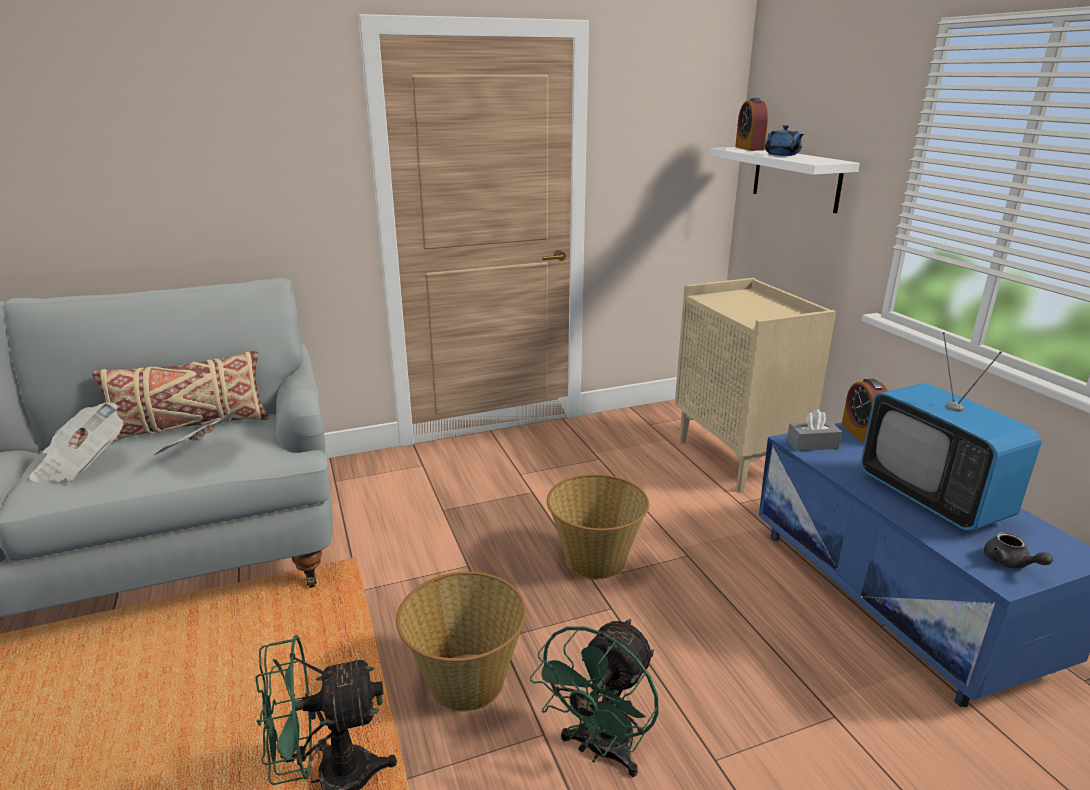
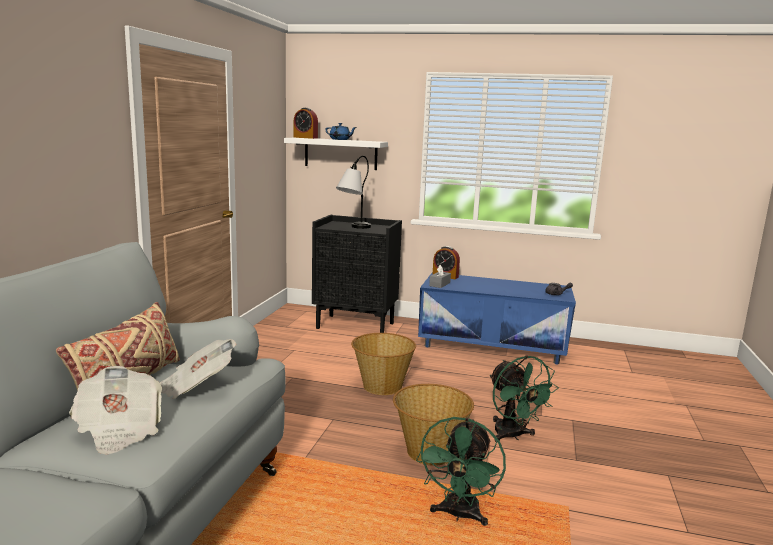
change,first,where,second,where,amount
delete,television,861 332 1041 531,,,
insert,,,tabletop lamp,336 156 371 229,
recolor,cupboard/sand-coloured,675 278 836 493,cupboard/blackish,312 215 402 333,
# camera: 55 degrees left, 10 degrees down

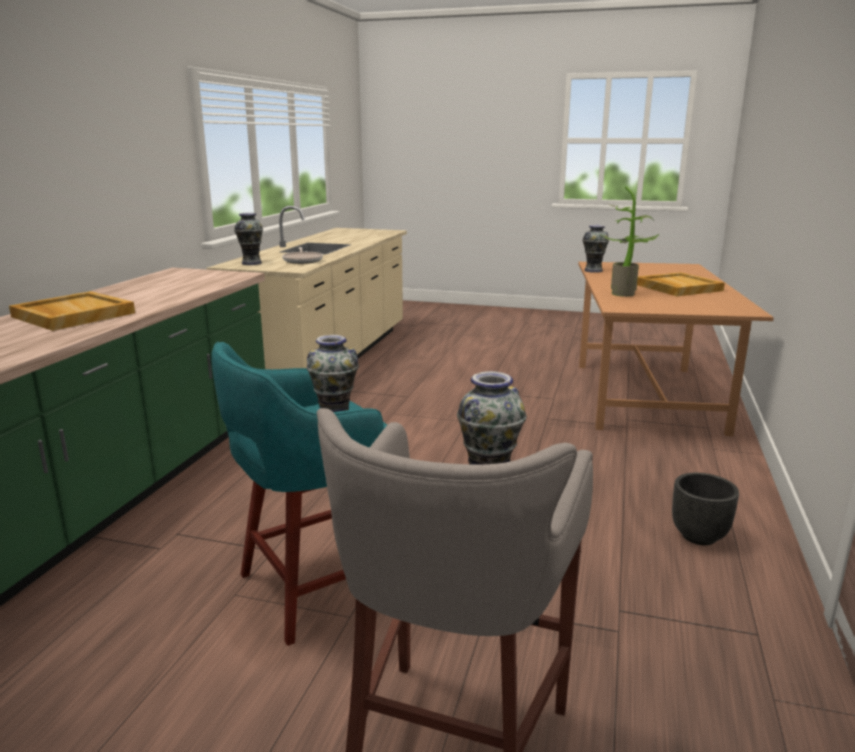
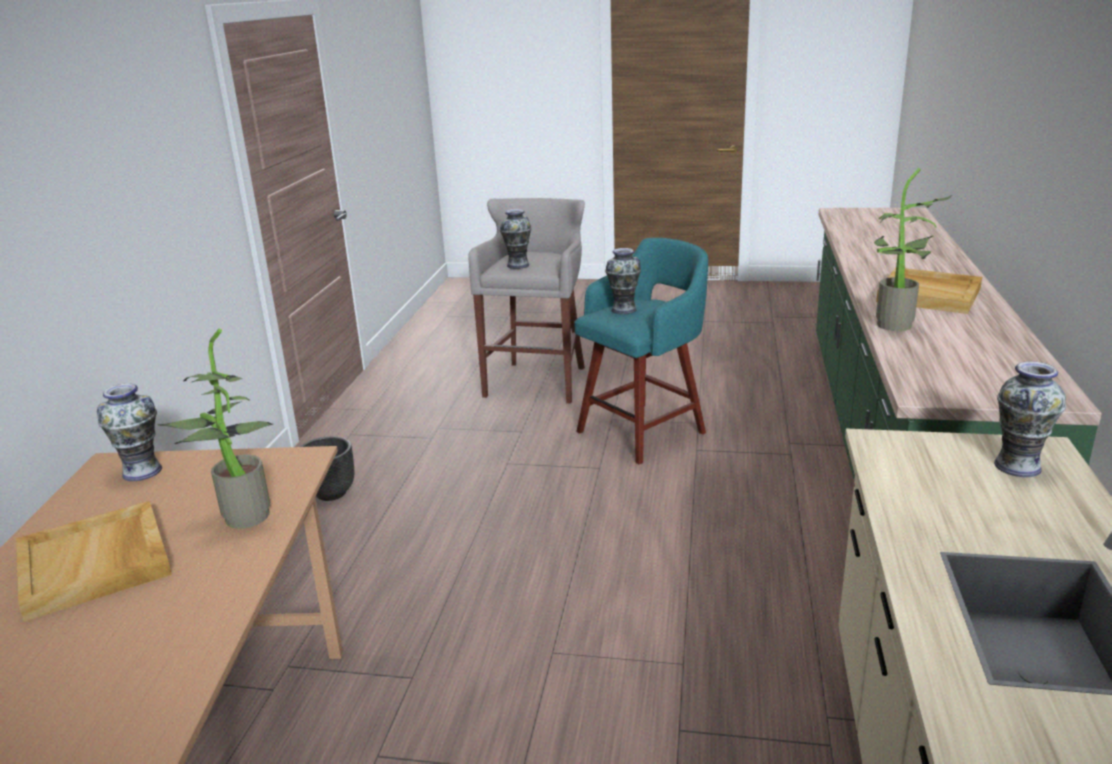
change,first,where,second,where,amount
delete,frying pan,282 247 323 264,,,
insert,,,potted plant,874 168 952 331,
move,decorative vase,582 225 609 273,,97 383 162 481,
# camera: 175 degrees right, 5 degrees up

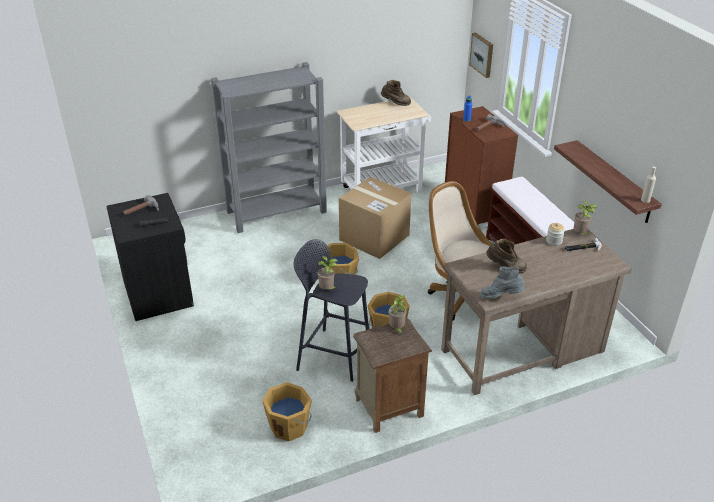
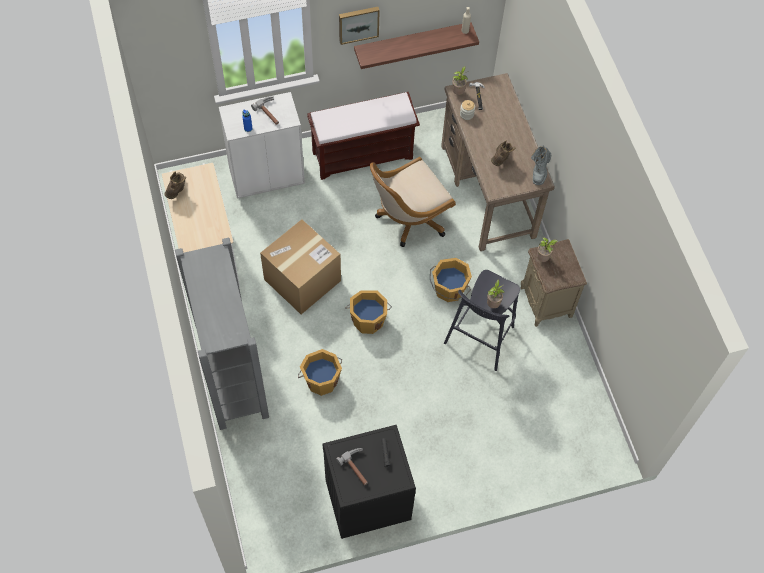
change,first,where,second,where,amount
move,water bucket/orangey,262 382 312 441,,298 349 342 396,
move,picture,469 33 493 78,,339 7 380 45,
recolor,cupboard/brown-coloured,445 106 518 225,cupboard/whitish,219 92 305 199,
# camera: 85 degrees left, 25 degrees up

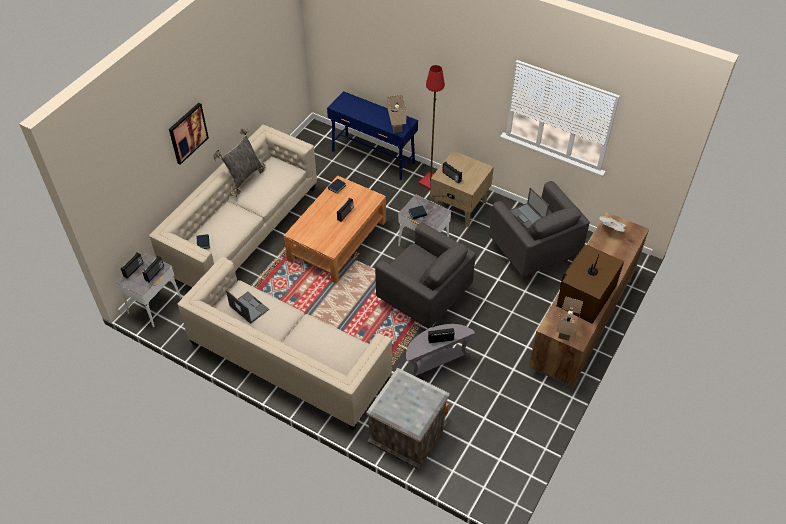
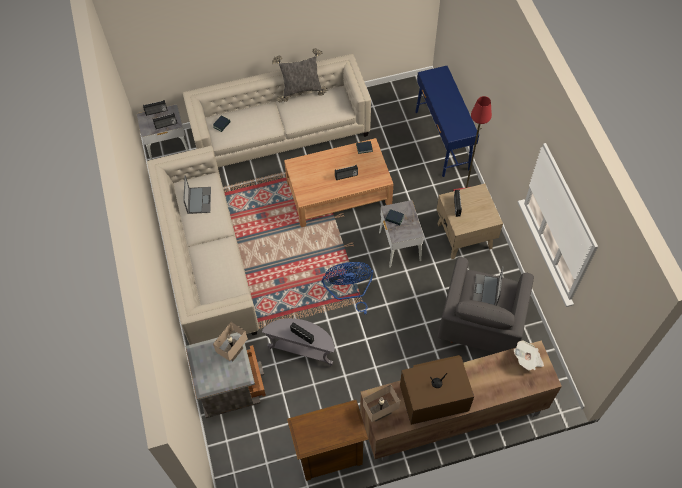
change,first,where,second,where,amount
delete,picture,169 103 209 165,,,
insert,,,cupboard/brown-coloured,287 400 369 481,
move,tabletop lamp/sand-coloured,388 95 406 133,,213 322 248 361,
replace,easy chair/greyish,375 222 476 329,cooling fan/blue-coloured,322 262 373 314,
# camera: 45 degrees right, 10 degrees up

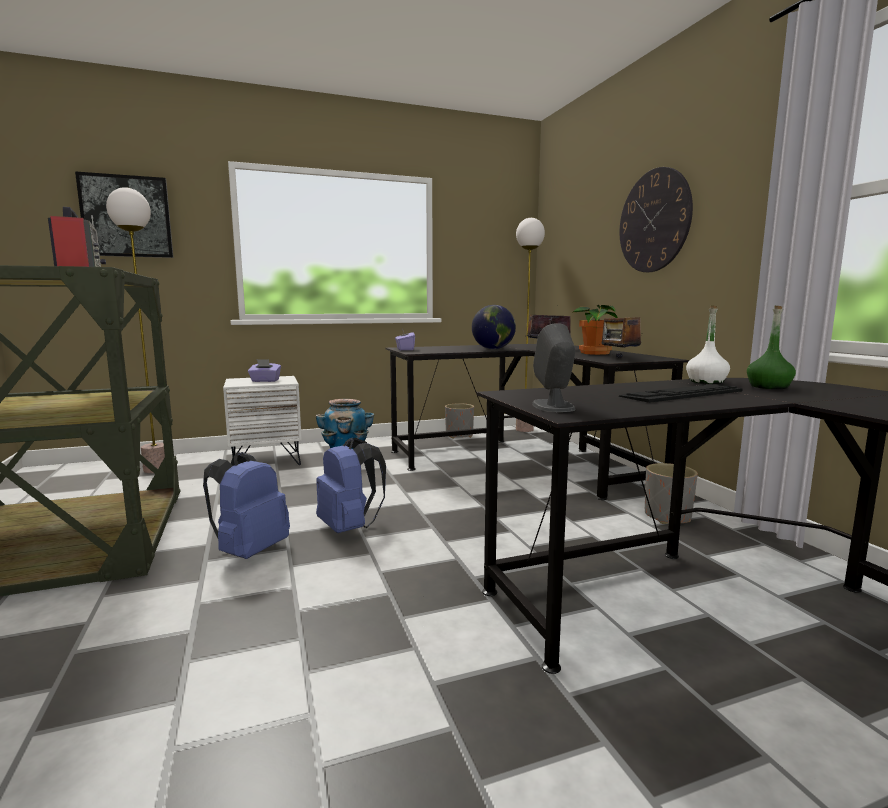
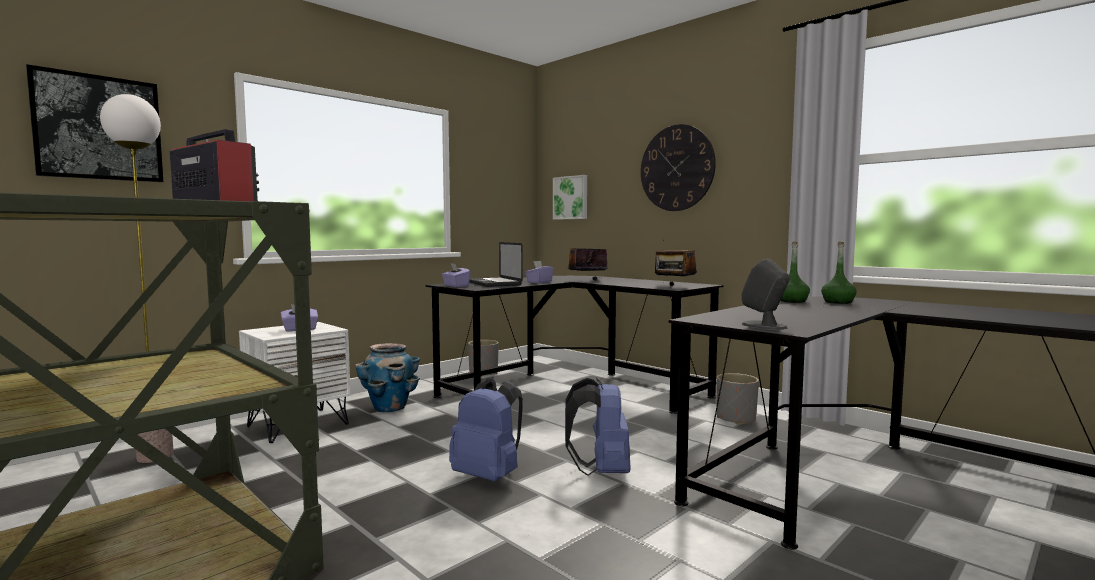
change,first,where,second,where,amount
delete,standing lamp,516 218 545 432,,,
delete,potted plant,571 305 618 355,,,
delete,PC keyboard,619 384 743 403,,,
insert,,,portable computer,469 242 523 287,
insert,,,picture,553 175 587 220,
move,rucksack/blue-coloured,203 452 290 559,,565 378 630 476,
replace,desk globe,472 305 516 349,box of tissues/purple-coloured,525 261 554 283,
recolor,drink bottle/whitish,686 305 730 384,drink bottle/greenish,780 242 810 303,
# camera: 25 degrees left, 5 degrees down

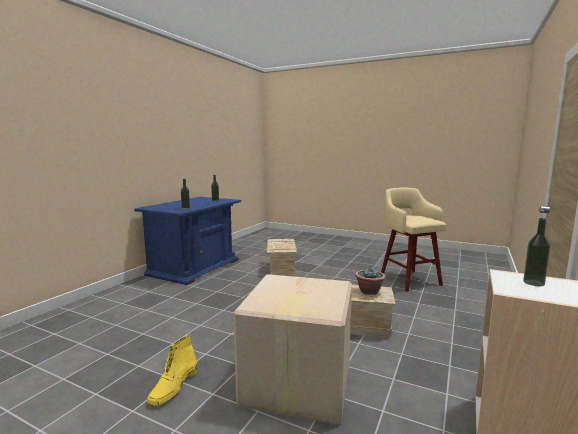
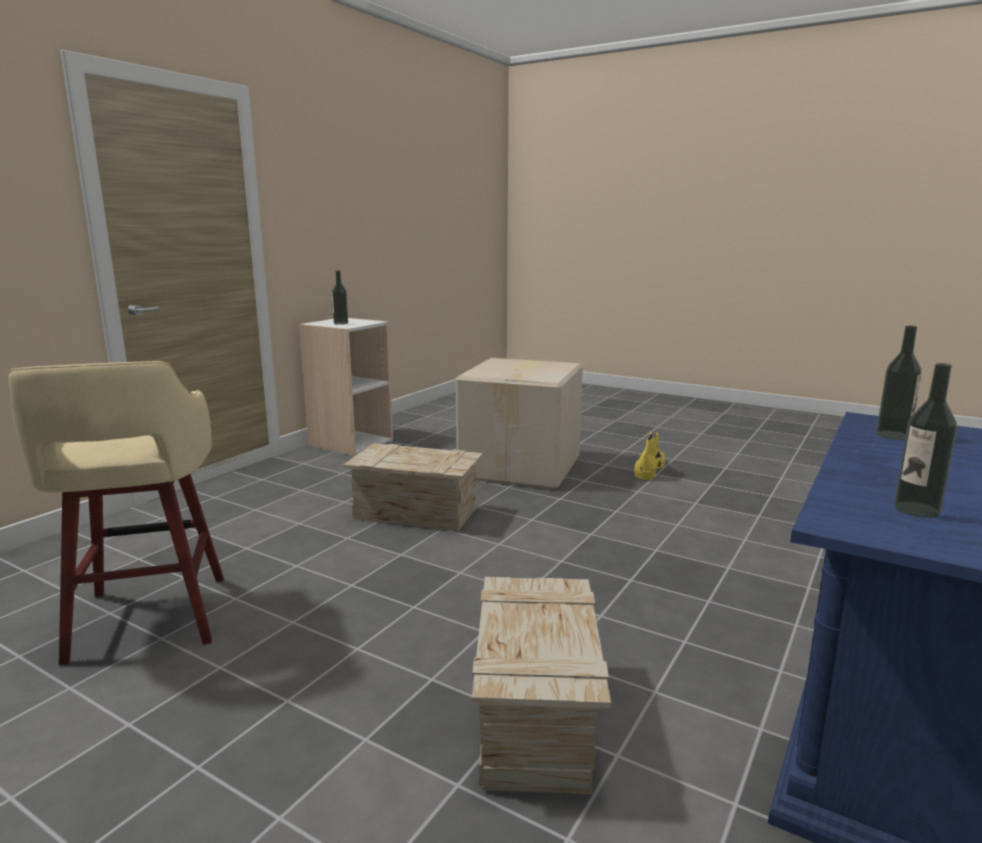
change,first,where,second,where,amount
delete,potted plant,355 268 386 295,,,
# camera: 175 degrees left, 5 degrees up

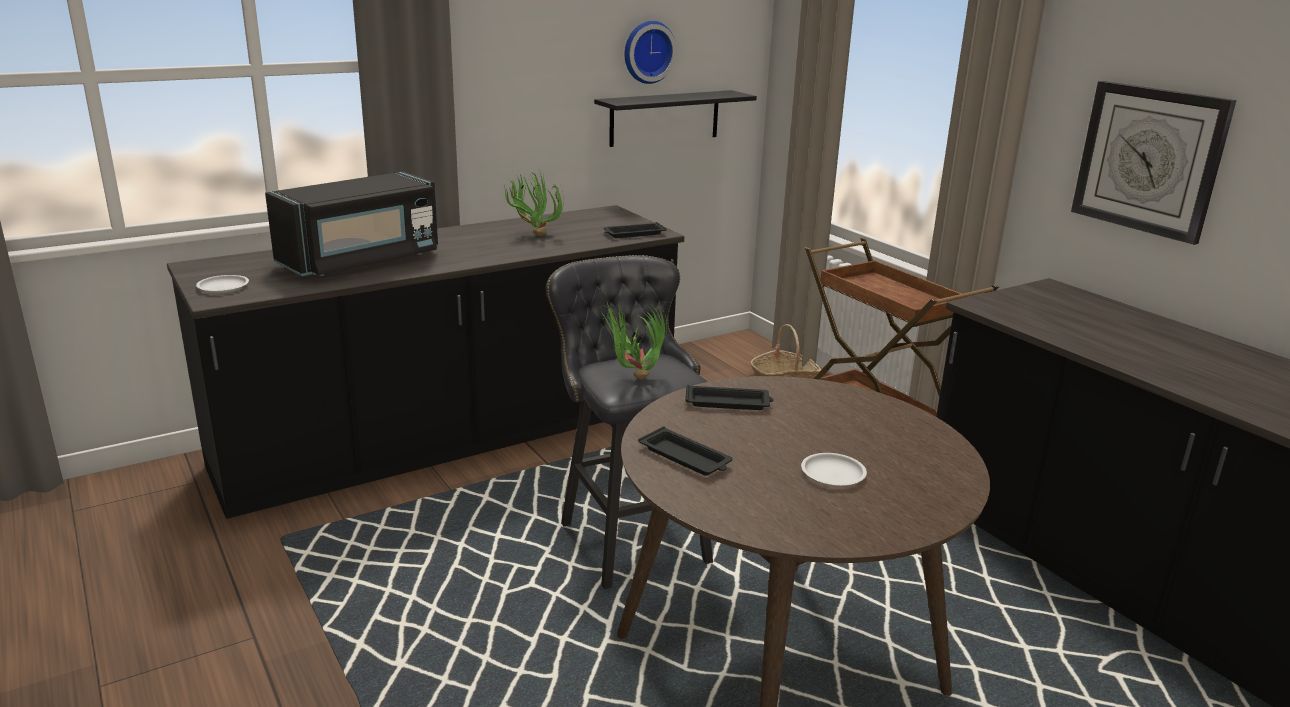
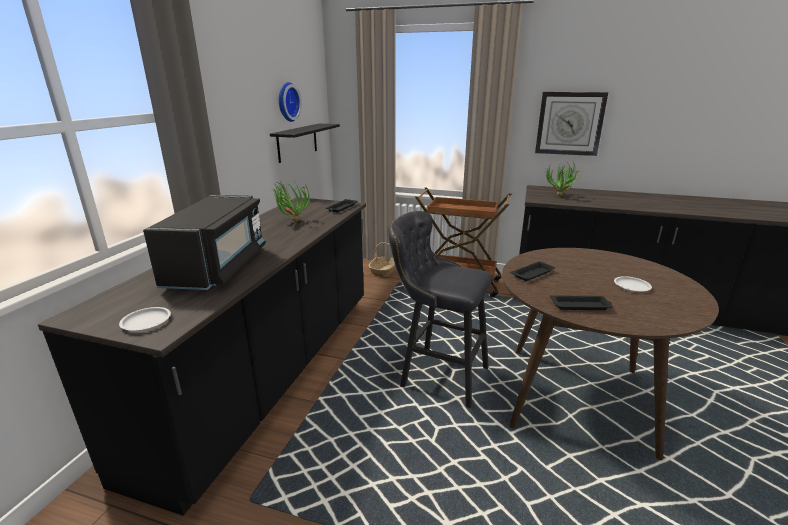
change,first,where,second,where,amount
move,potted plant,602 302 667 380,,545 162 579 196,
# camera: 40 degrees left, 0 degrees up

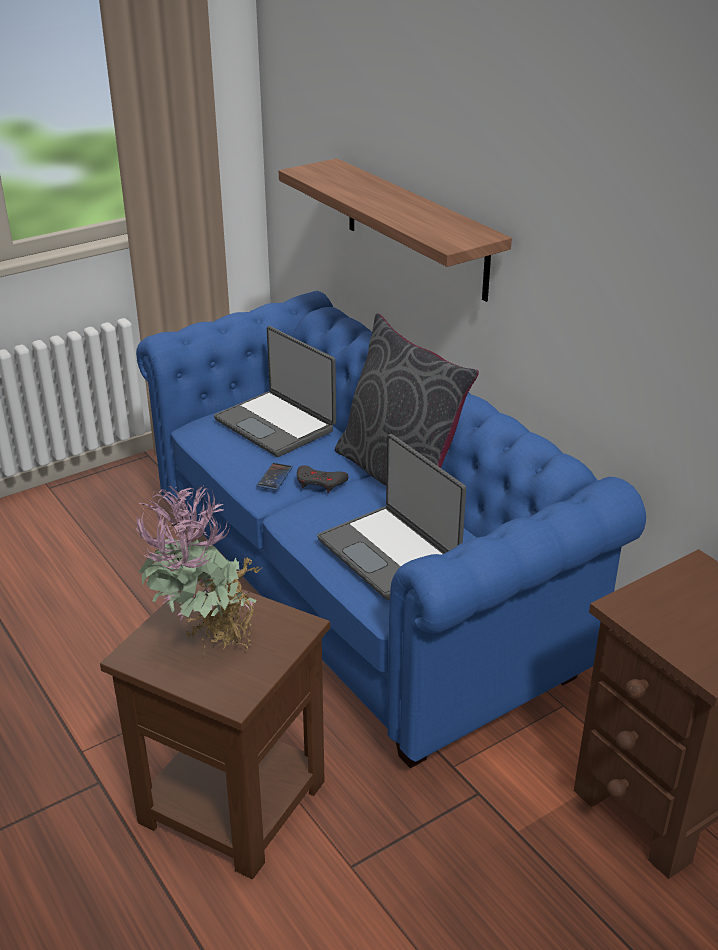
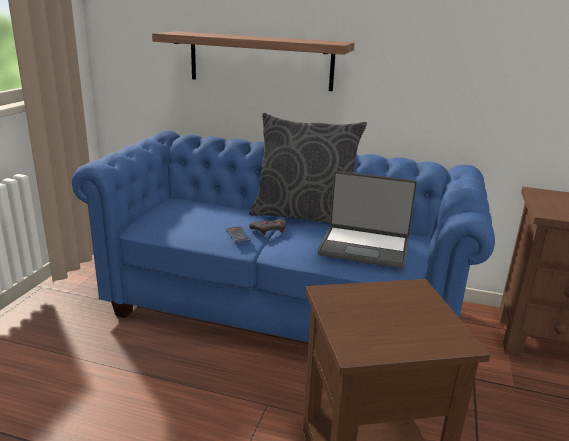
change,first,where,second,where,amount
delete,potted plant,135 485 264 653,,,
delete,portable computer,214 326 336 457,,,
# camera: 40 degrees left, 10 degrees down

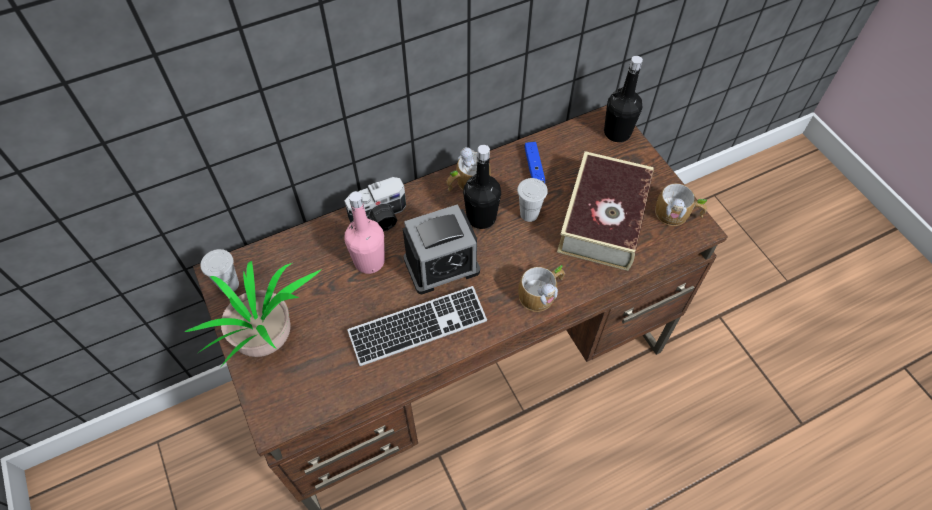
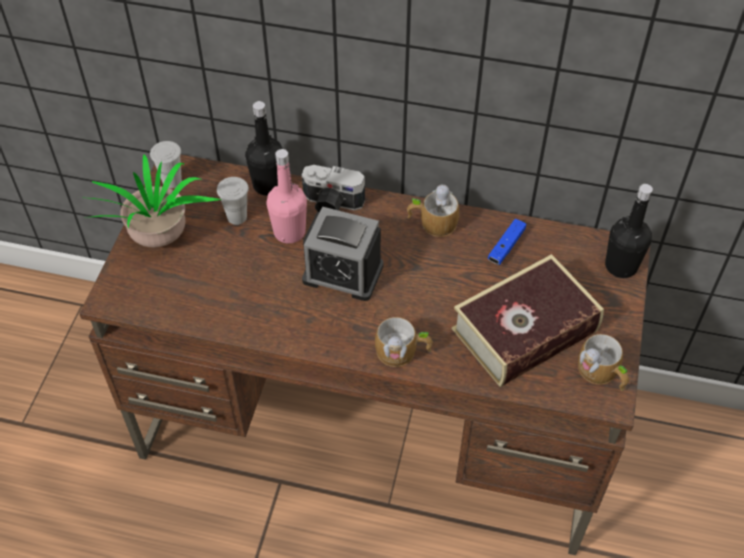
change,first,where,second,where,amount
delete,PC keyboard,347 286 487 366,,,
move,drink bottle/blackish,463 145 501 229,,245 101 283 196,
move,small cup/whitish,517 178 548 222,,217 177 249 225,
# camera: 40 degrees right, 5 degrees down

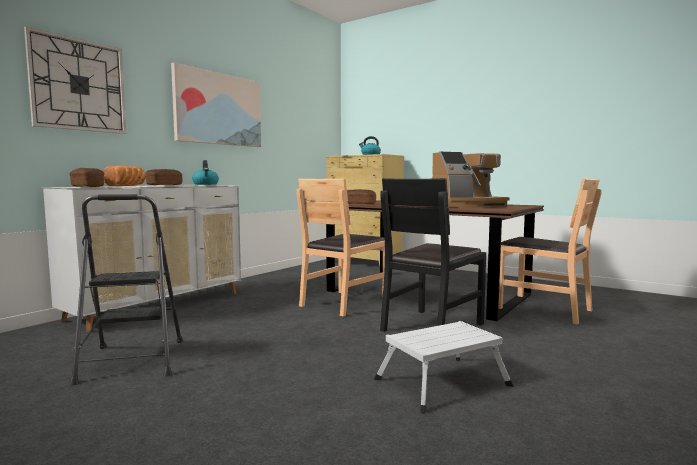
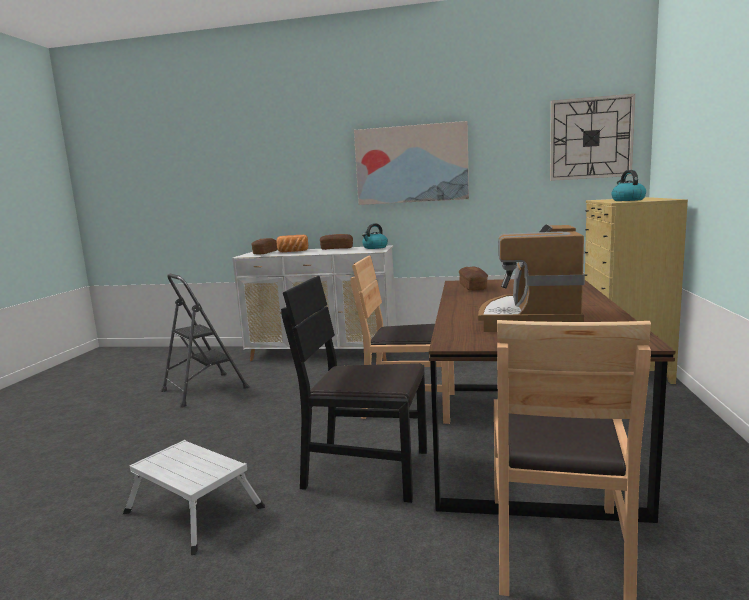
change,first,where,second,where,amount
move,clock on the wall,24 26 126 134,,550 94 635 181,
rotate,coffee brewer,432 152 510 208,,478 224 585 332,60 degrees clockwise
# camera: 65 degrees right, 5 degrees up

